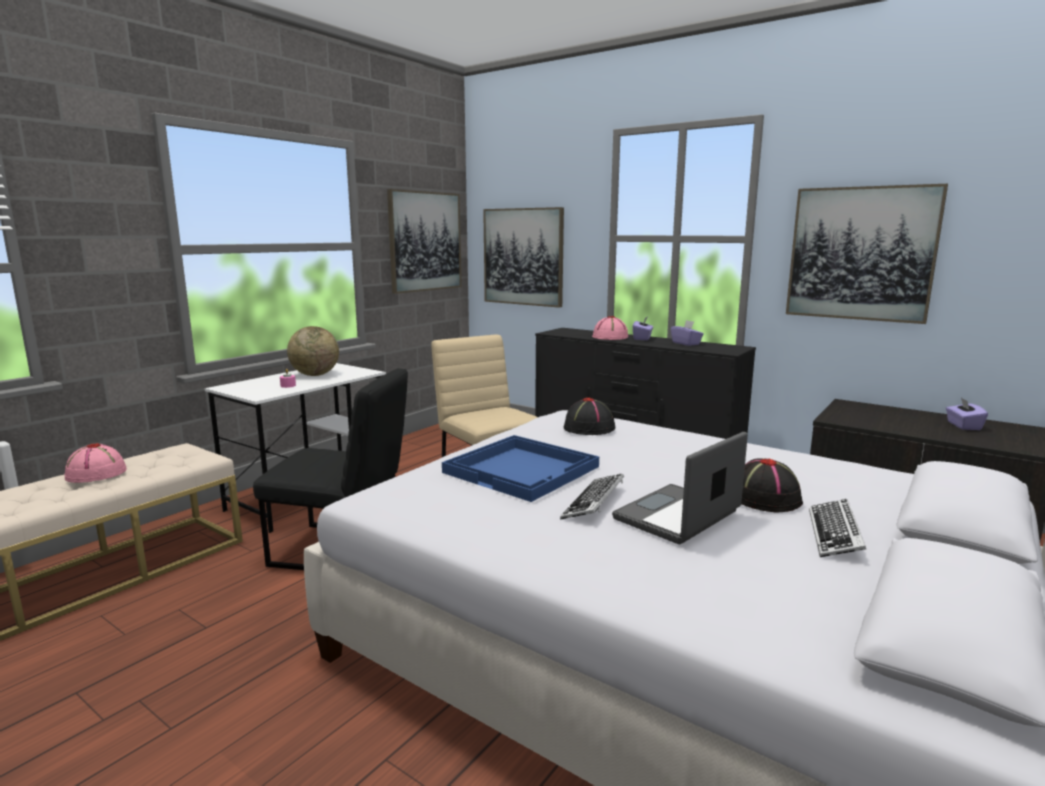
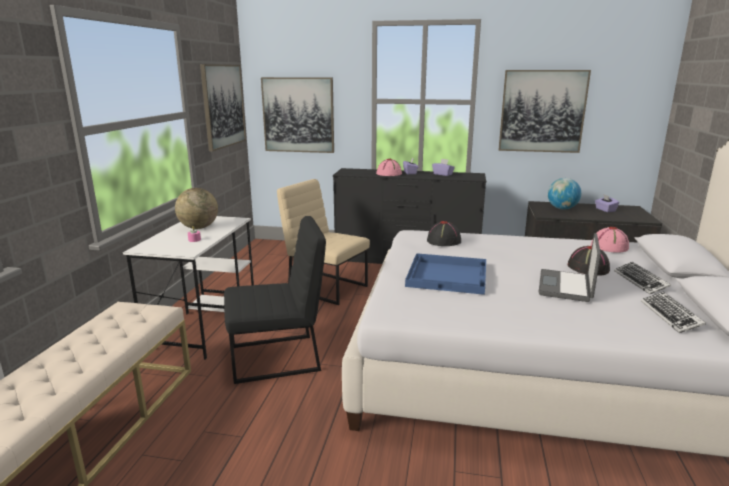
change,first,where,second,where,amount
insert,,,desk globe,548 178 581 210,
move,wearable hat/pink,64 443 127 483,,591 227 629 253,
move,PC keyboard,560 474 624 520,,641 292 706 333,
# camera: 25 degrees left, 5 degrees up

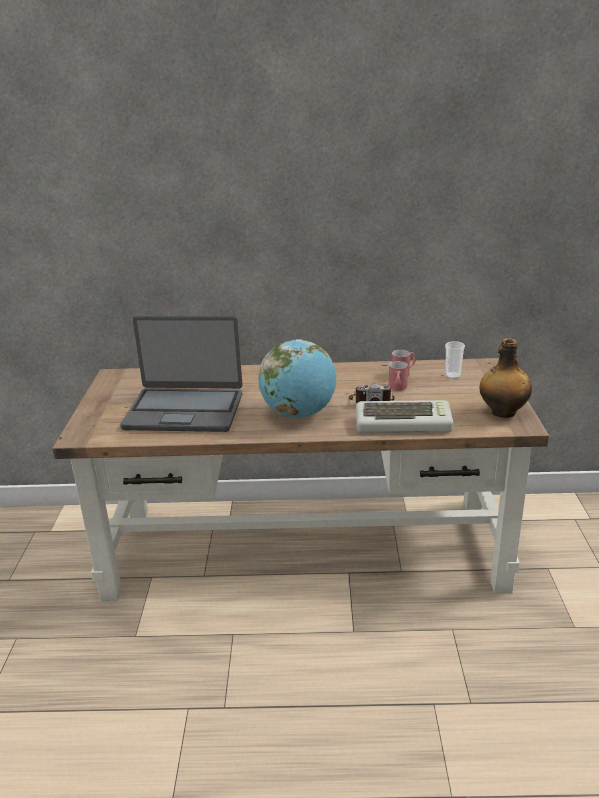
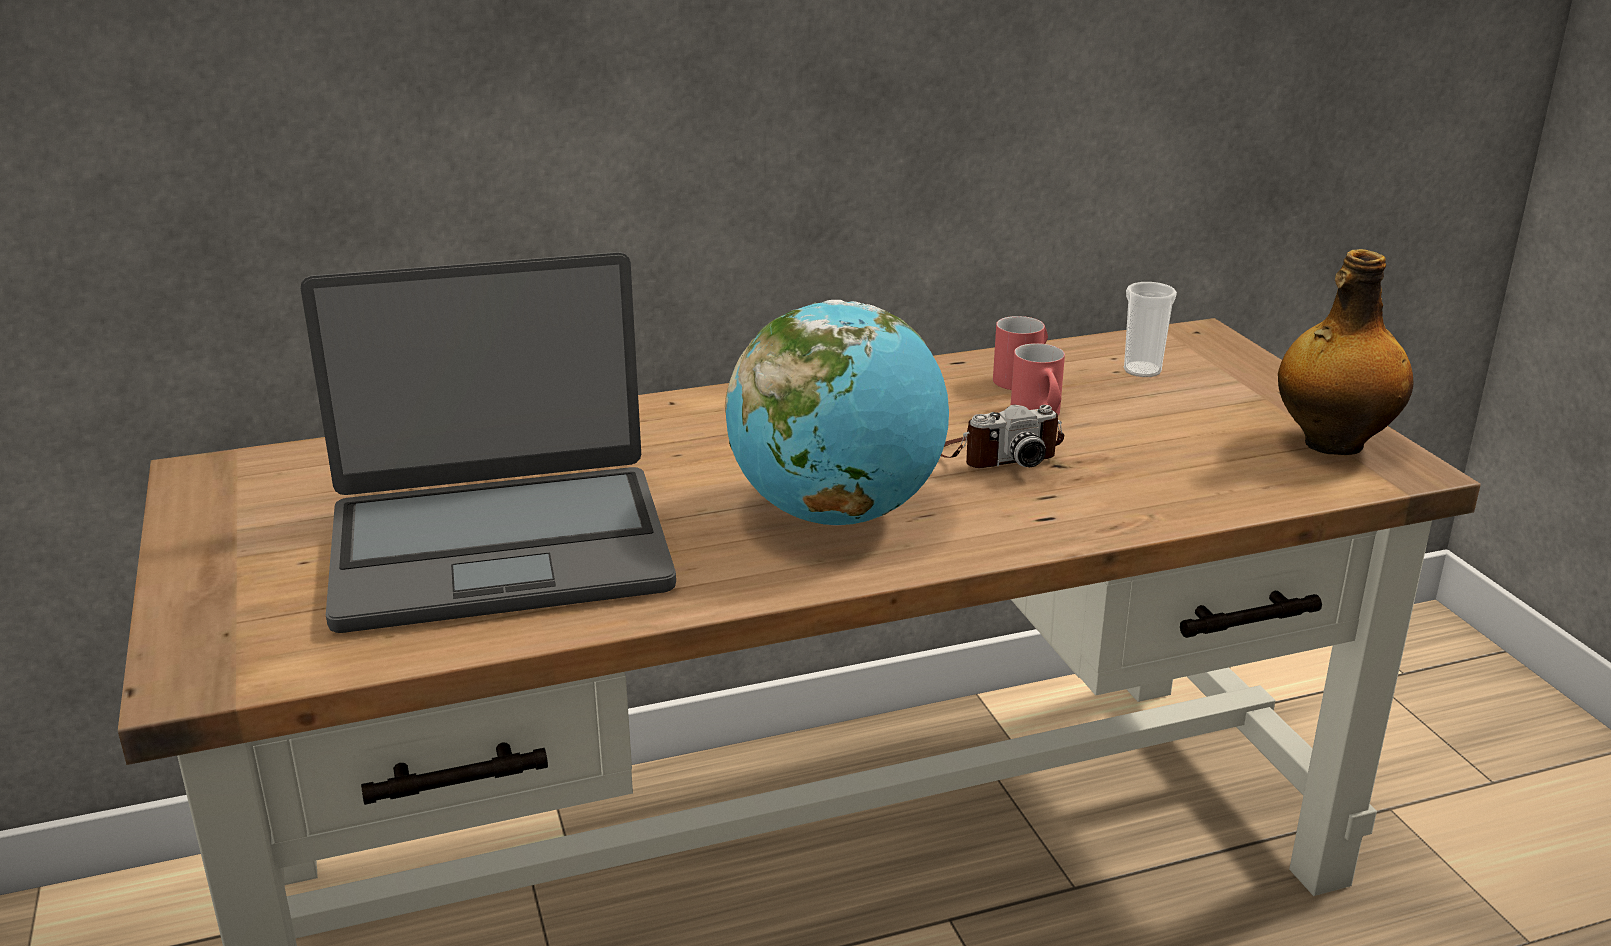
change,first,where,second,where,amount
delete,PC keyboard,356 400 453 433,,,
# camera: 20 degrees left, 0 degrees up

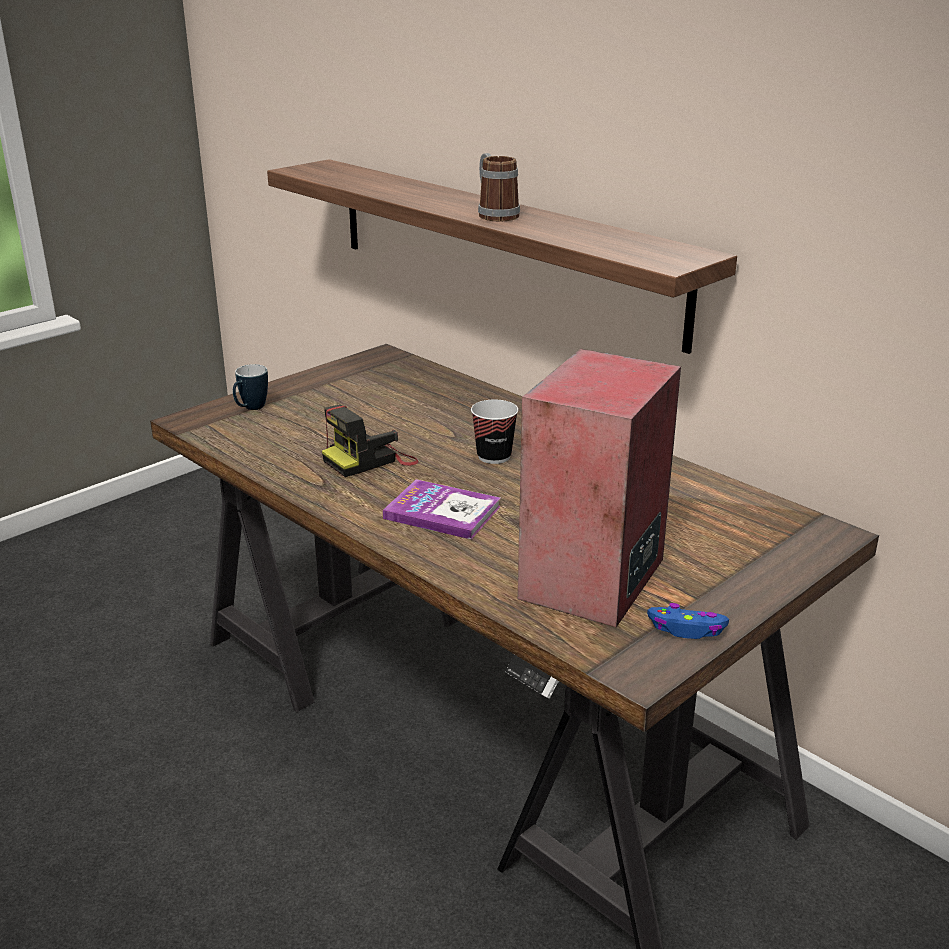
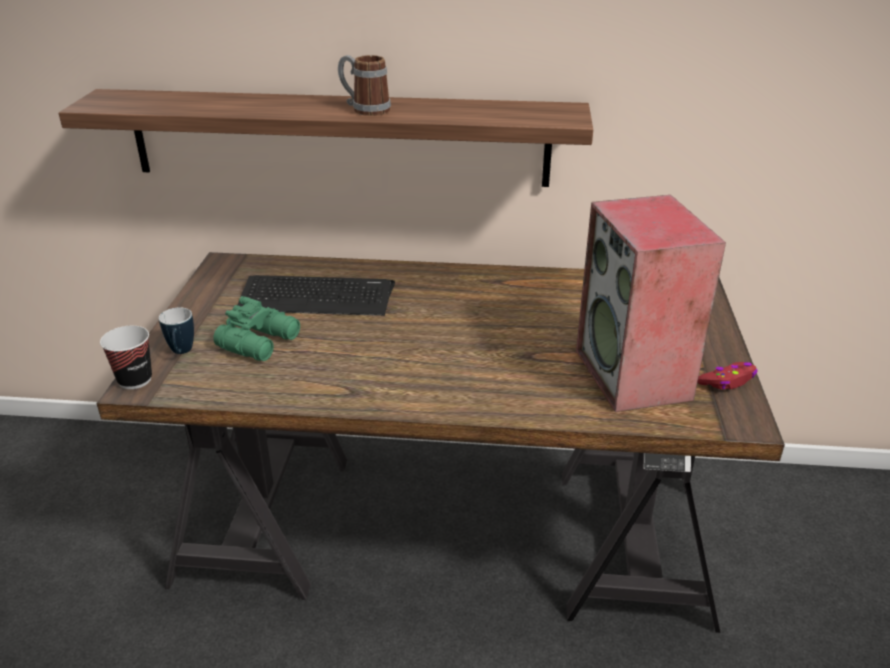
change,first,where,second,where,amount
delete,photo camera,322 405 419 477,,,
delete,bound book,383 479 501 539,,,
insert,,,pair of binoculars/greenish,213 296 300 361,
insert,,,PC keyboard,237 275 395 316,
move,small cup,471 400 518 464,,100 326 152 389,
recolor,joypad/blue-coloured,647 603 729 639,joypad/reddish,697 362 758 389,
# camera: 40 degrees left, 5 degrees up

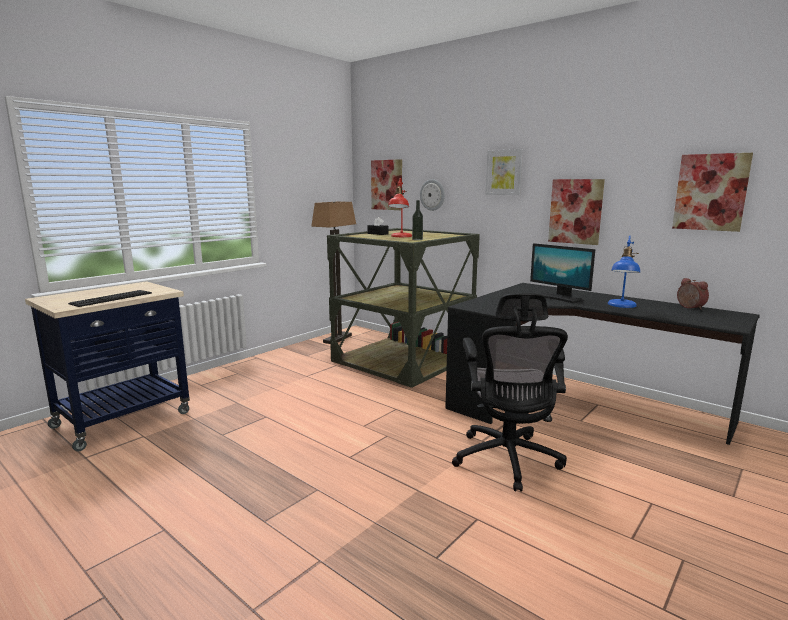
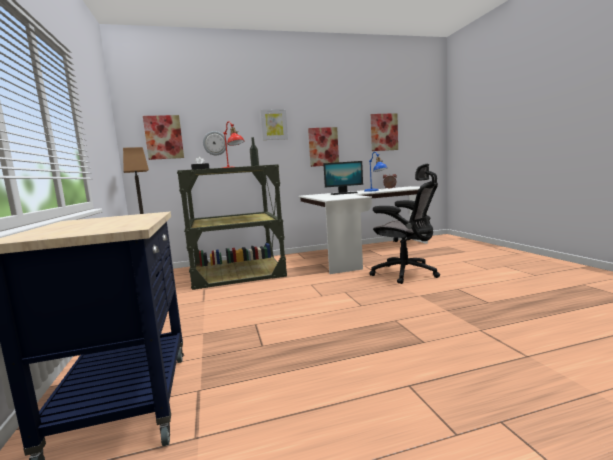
change,first,where,second,where,amount
delete,PC keyboard,68 290 152 307,,,
recolor,desk/blackish,445 283 760 445,desk/whitish,298 186 428 274,
# camera: 55 degrees left, 5 degrees down

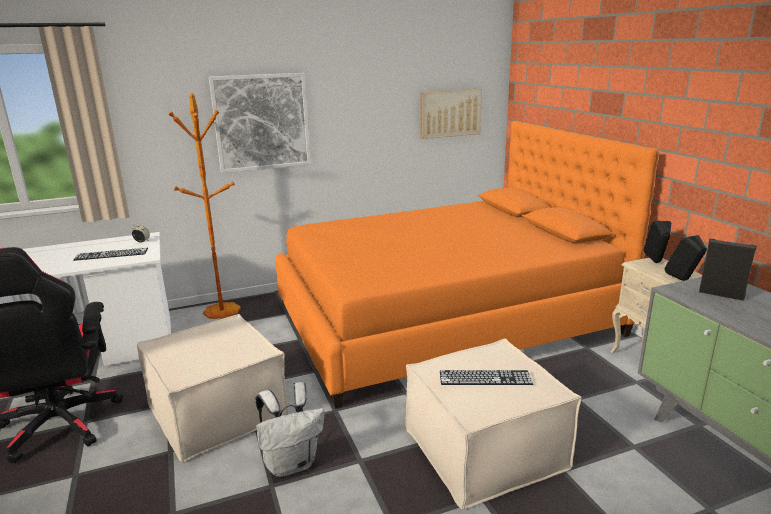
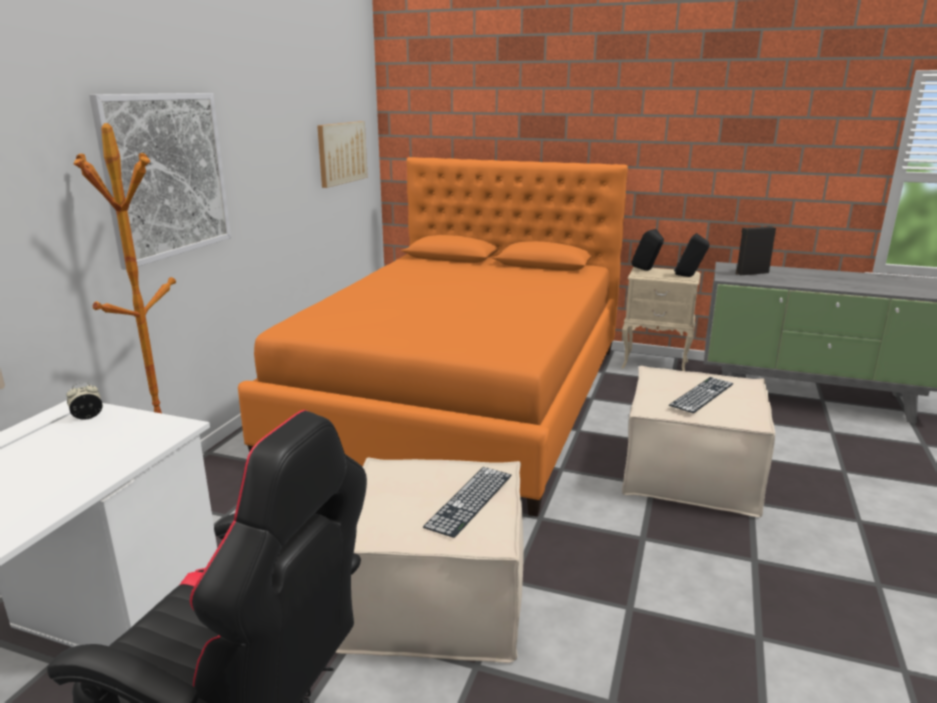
change,first,where,second,where,amount
delete,rucksack/whitish,255 382 324 477,,,
move,PC keyboard,73 248 148 261,,423 467 512 538,
# camera: 50 degrees left, 0 degrees up

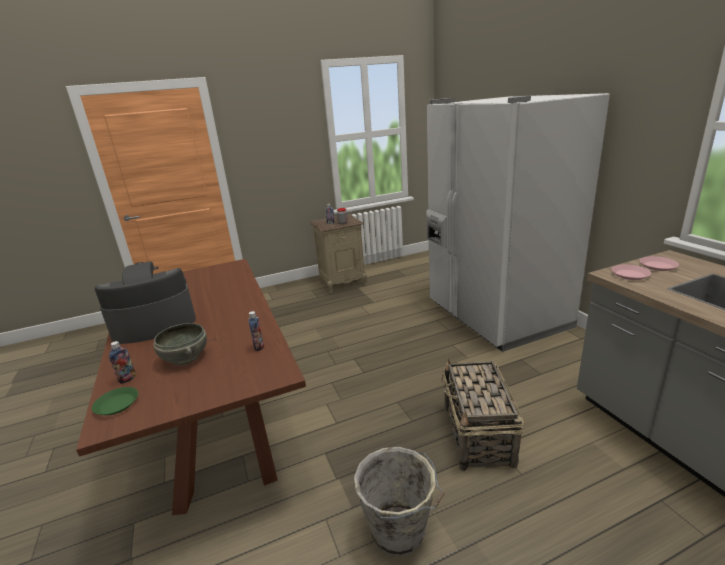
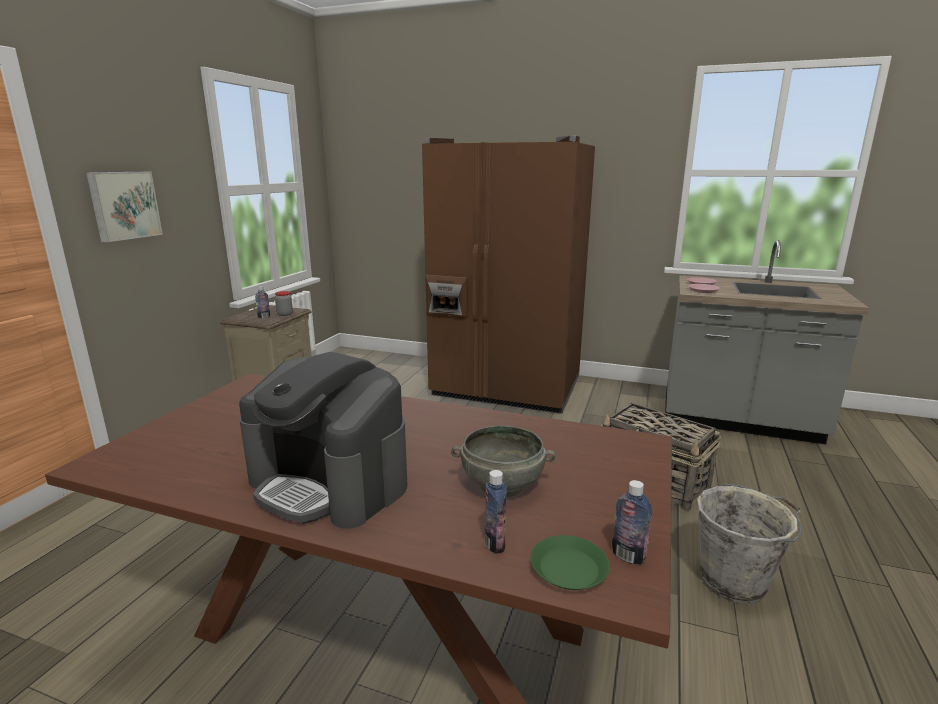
change,first,where,second,where,amount
insert,,,picture,86 172 163 242,
move,drink bottle,248 311 264 351,,612 480 652 565,
recolor,kitchen fridge/whitish,426 93 610 352,kitchen fridge/brown-coloured,422 135 595 414,
rotate,coffee brewer,95 261 196 344,,239 352 407 529,75 degrees counterclockwise
# camera: 50 degrees left, 5 degrees down

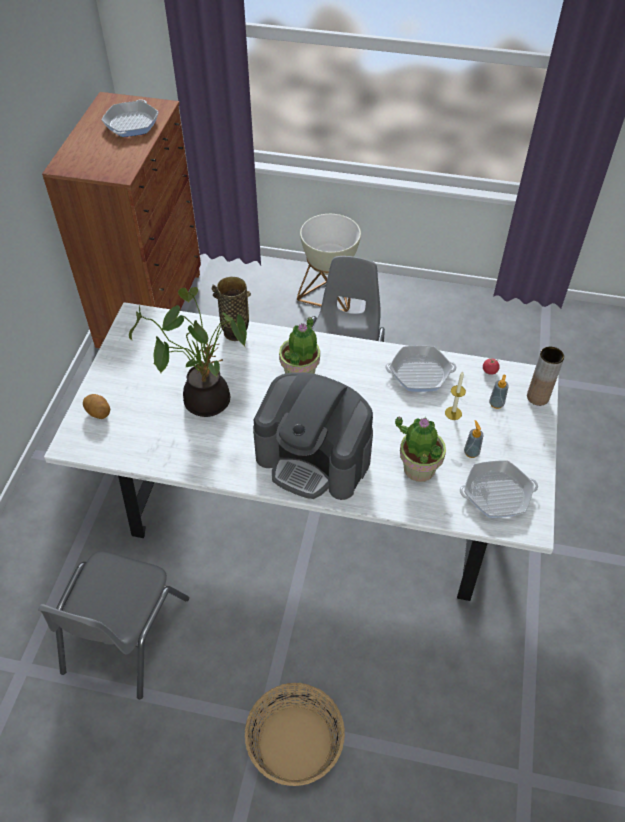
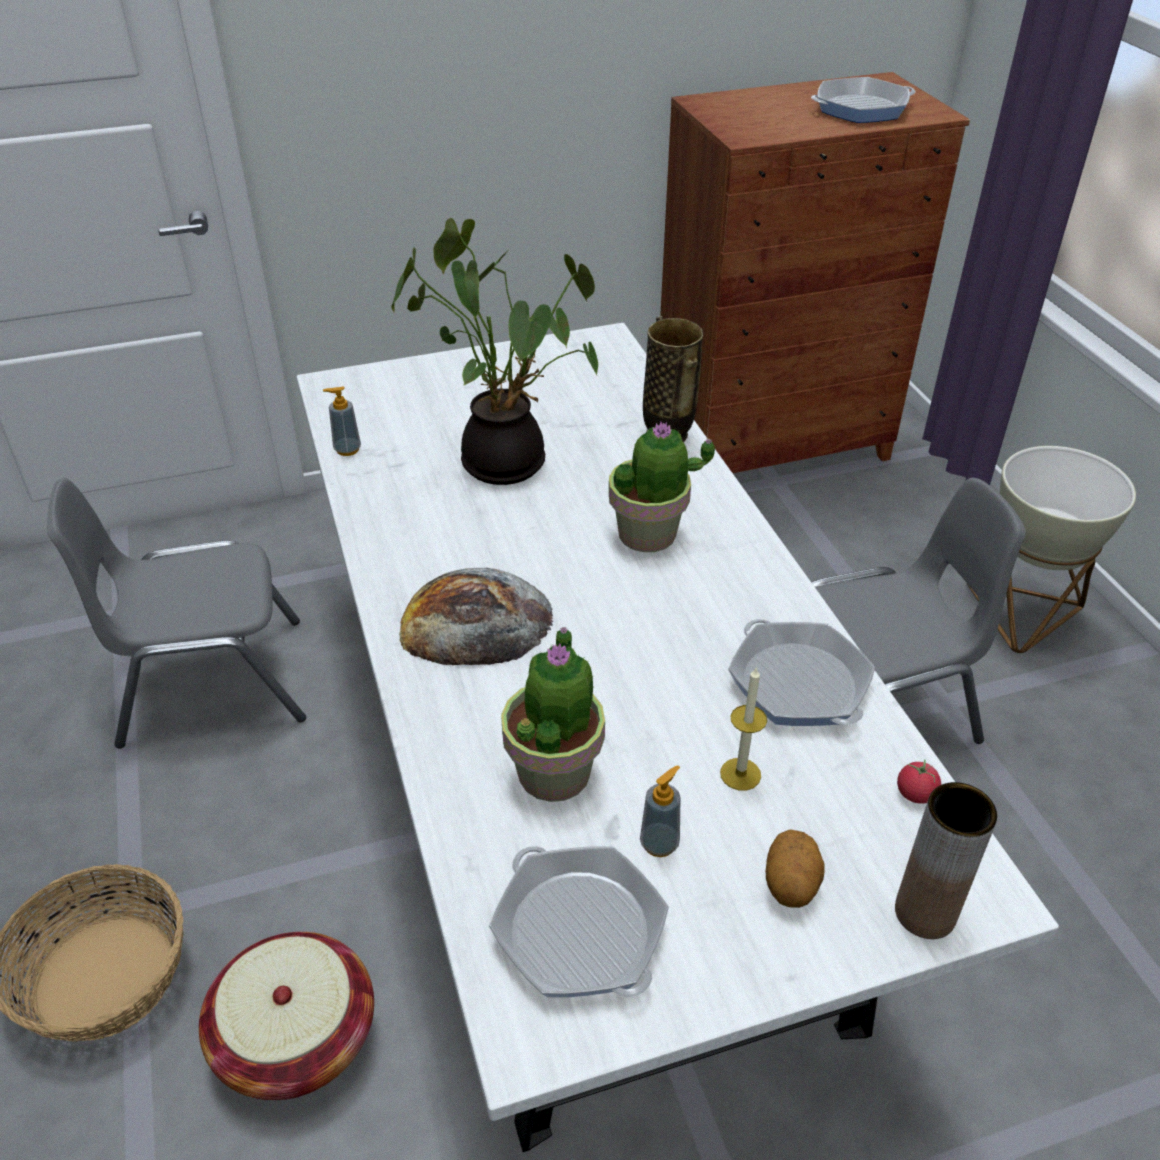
change,first,where,second,where,amount
insert,,,household basket,199 932 374 1100,
move,spud,83 394 110 419,,766 830 825 908,
move,liquid soap bottle,489 375 509 409,,323 387 361 456,
replace,coffee brewer,253 373 373 500,bakery bread,399 568 553 665,
# camera: 60 degrees right, 10 degrees down

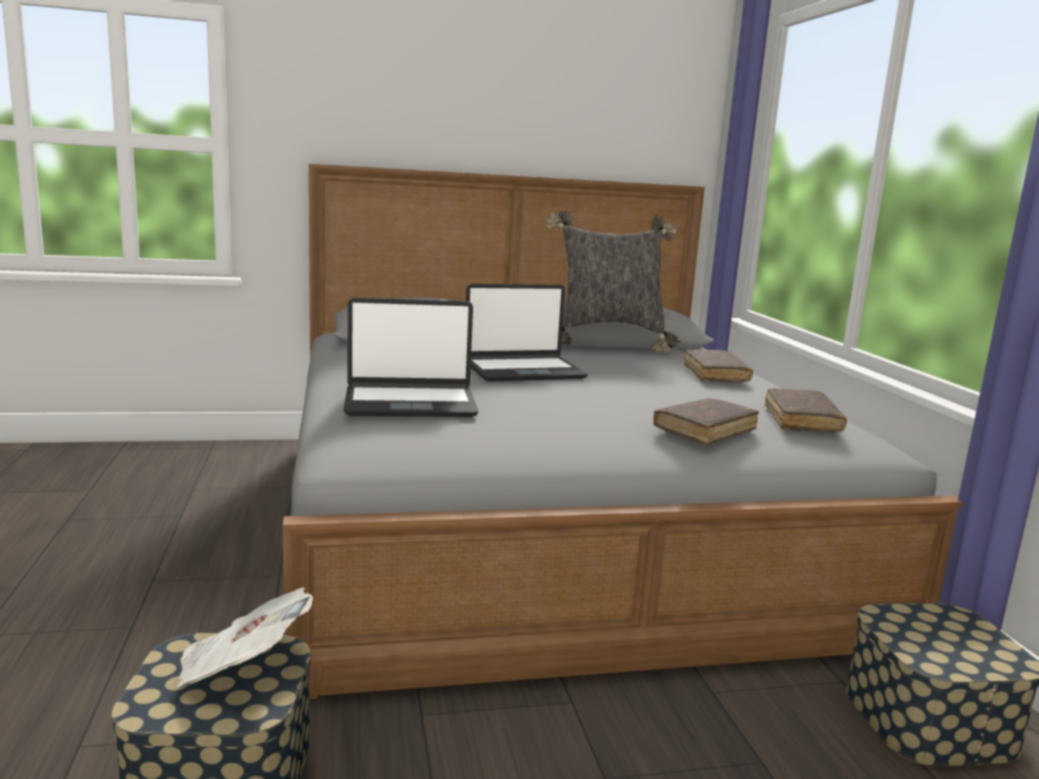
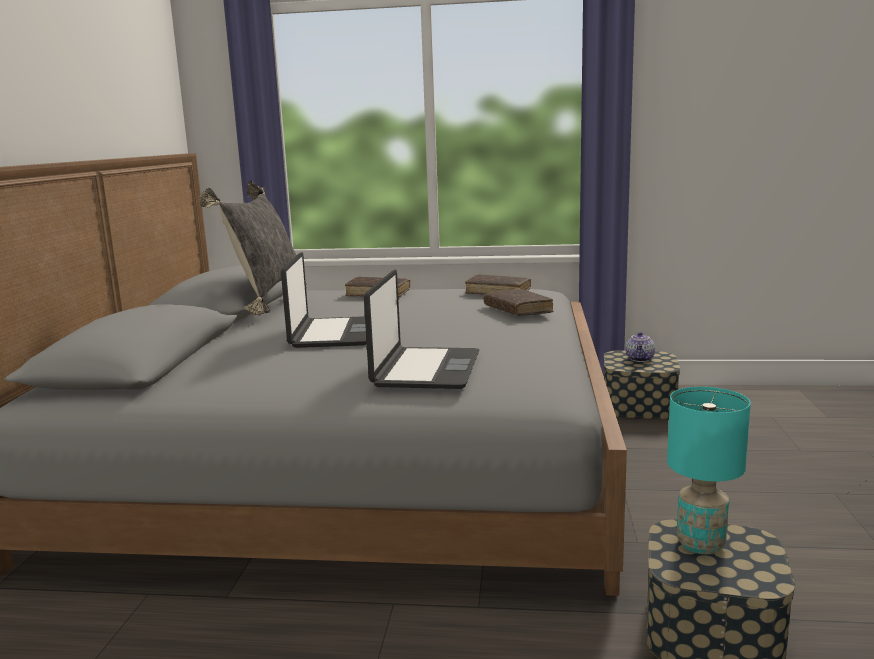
change,first,where,second,where,amount
insert,,,tea pot,626 332 655 362,
replace,daily paper,176 587 313 688,tabletop lamp/blue-green,667 387 751 554,
# camera: 70 degrees left, 0 degrees up

